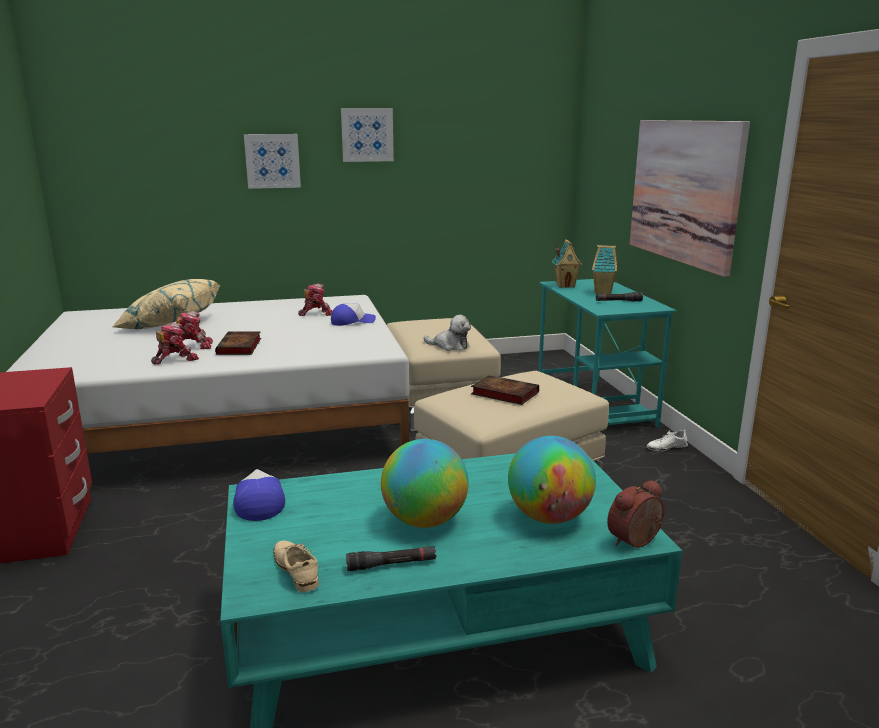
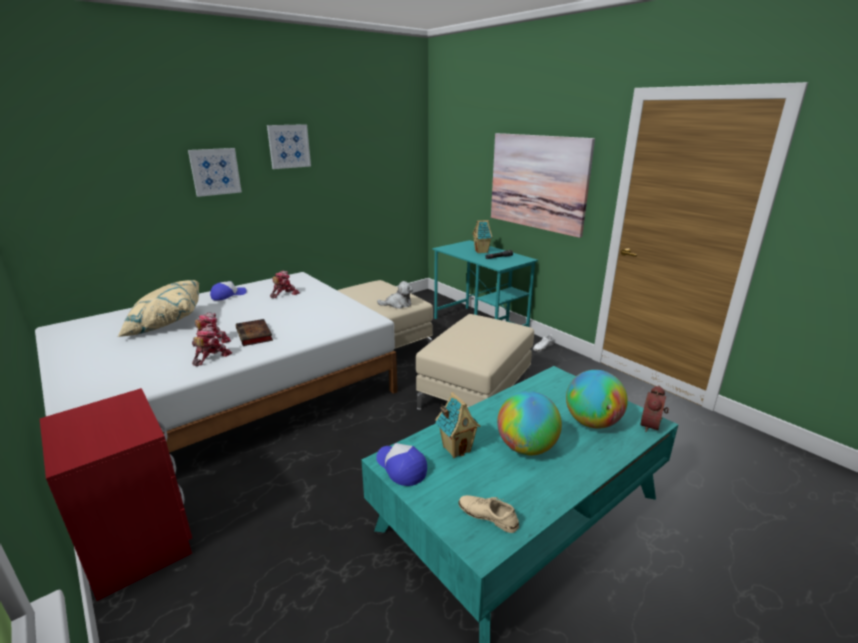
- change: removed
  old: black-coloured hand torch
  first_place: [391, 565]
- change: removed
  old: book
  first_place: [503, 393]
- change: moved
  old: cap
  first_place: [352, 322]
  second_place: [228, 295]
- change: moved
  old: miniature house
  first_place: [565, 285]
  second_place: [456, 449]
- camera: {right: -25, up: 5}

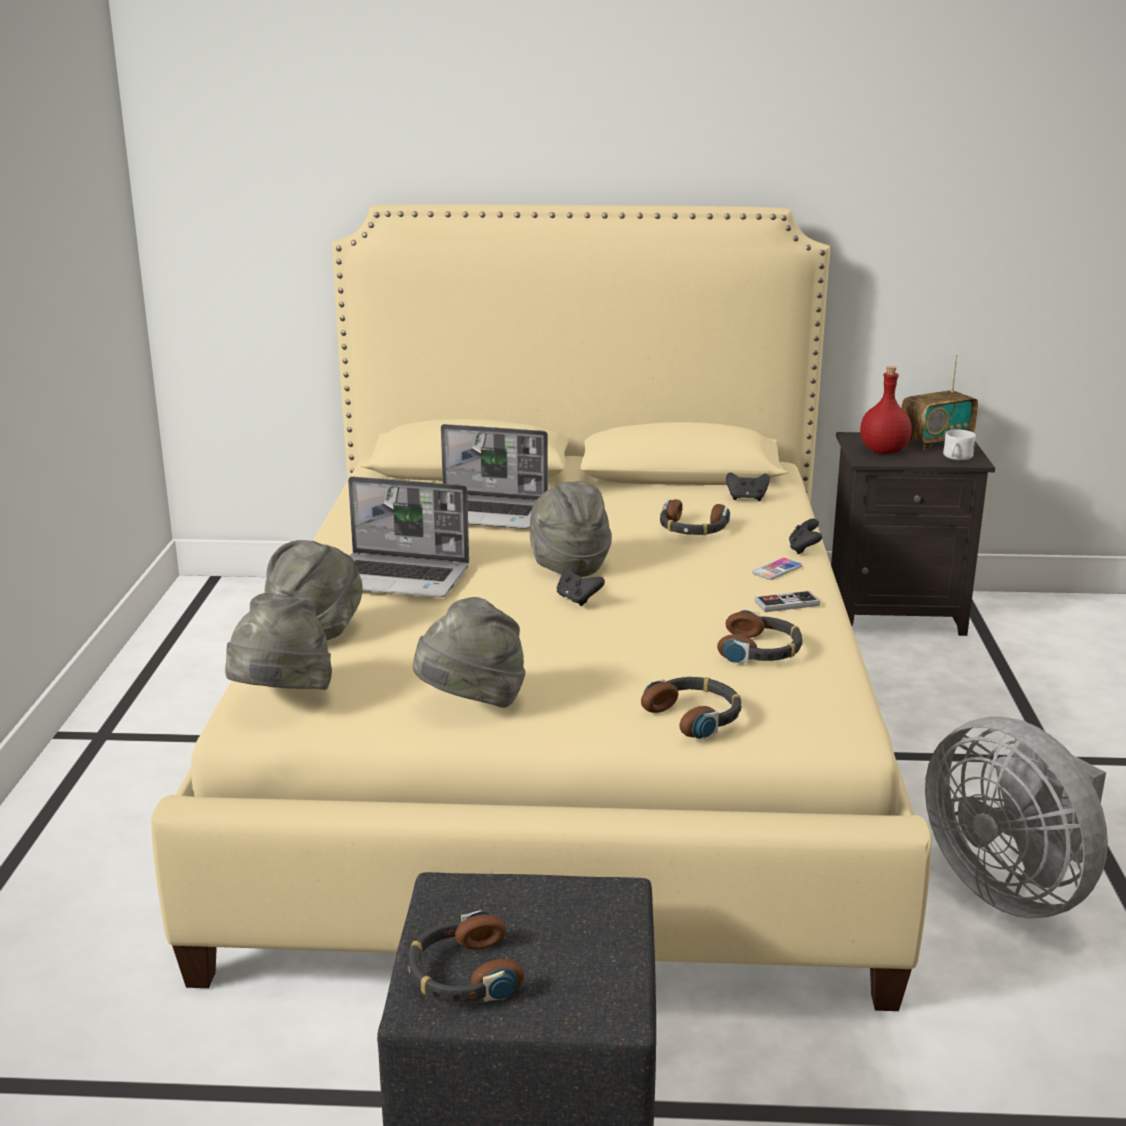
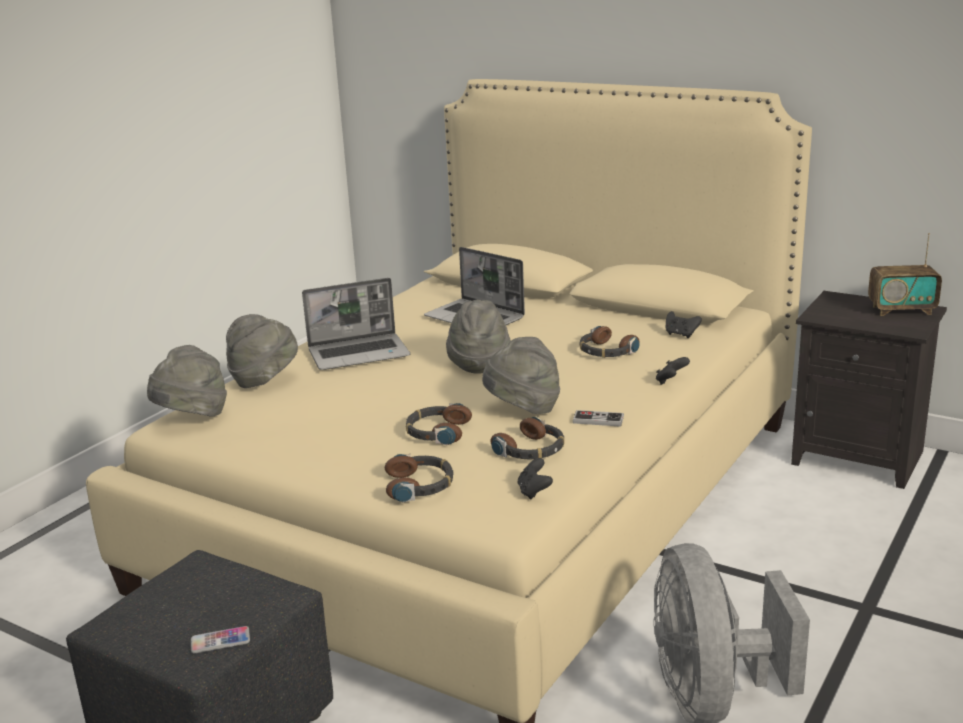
- change: removed
  old: reddish drink bottle
  first_place: [882, 451]
- change: removed
  old: white-coloured coffee mug
  first_place: [956, 458]
- change: moved
  old: headset
  first_place: [463, 974]
  second_place: [437, 432]
- change: moved
  old: greyish clothing hat
  first_place: [471, 704]
  second_place: [523, 409]
- change: moved
  old: black-coloured joypad
  first_place: [577, 599]
  second_place: [534, 492]
- change: moved
  old: telephone
  first_place: [777, 570]
  second_place: [220, 641]
- change: turned
  old: laptop
  first_place: [400, 578]
  second_place: [360, 353]
  degrees: -60
- camera: {right: 30, up: 0}

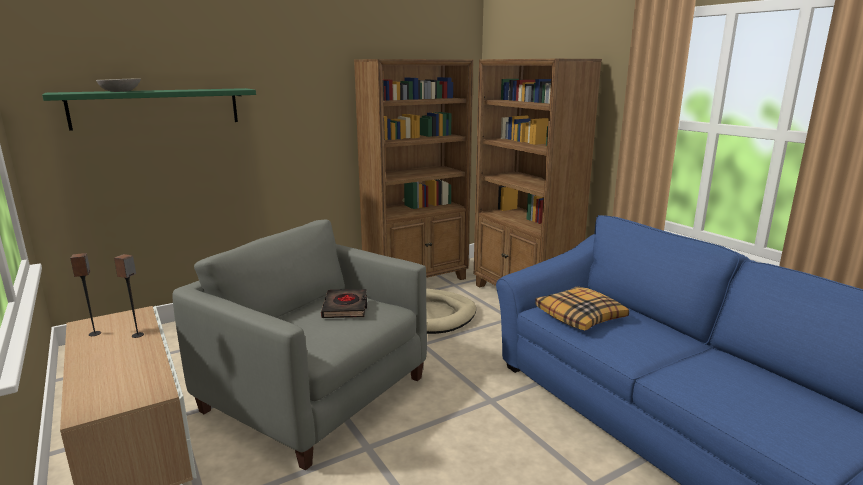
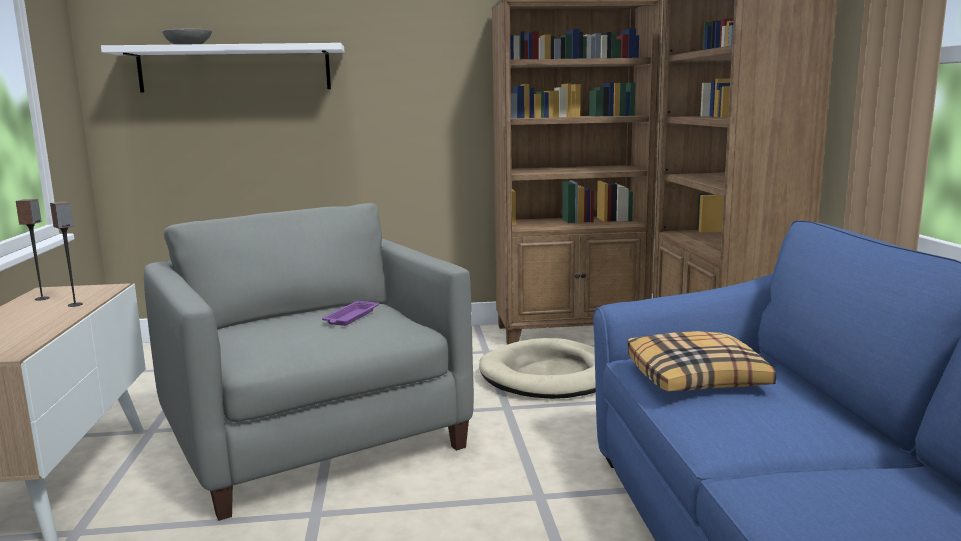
- change: replaced
  old: black-coloured book
  new: purple-coloured serving tray
  first_place: [345, 307]
  second_place: [350, 317]
- change: recoloured
  old: green bracket shelf
  new: white-coloured bracket shelf
  first_place: [156, 108]
  second_place: [235, 69]
- camera: {right: 25, up: -5}

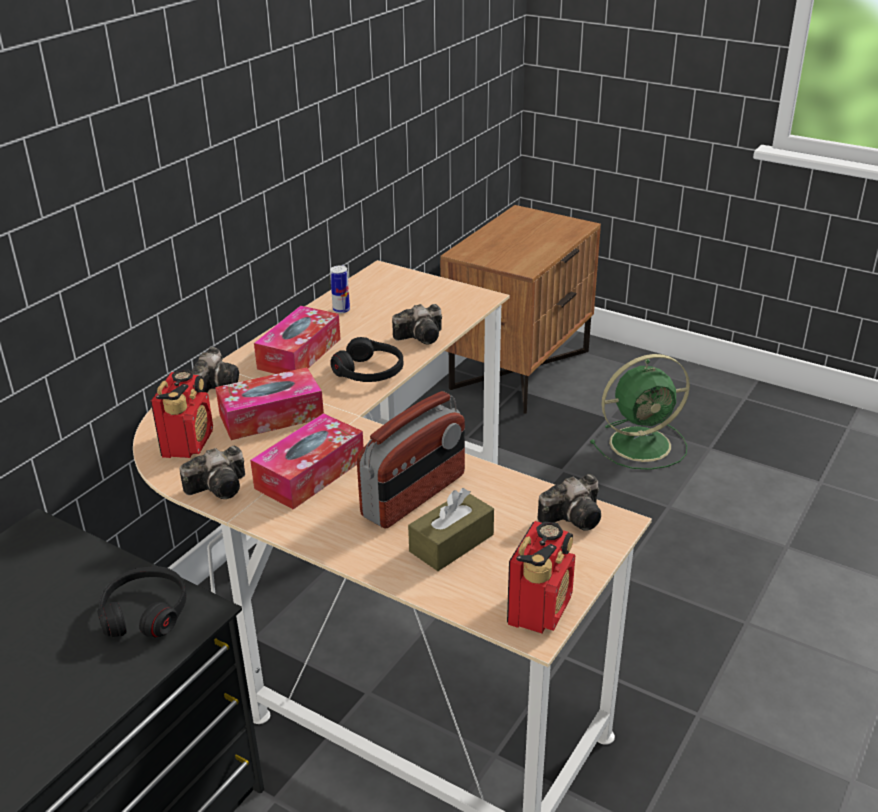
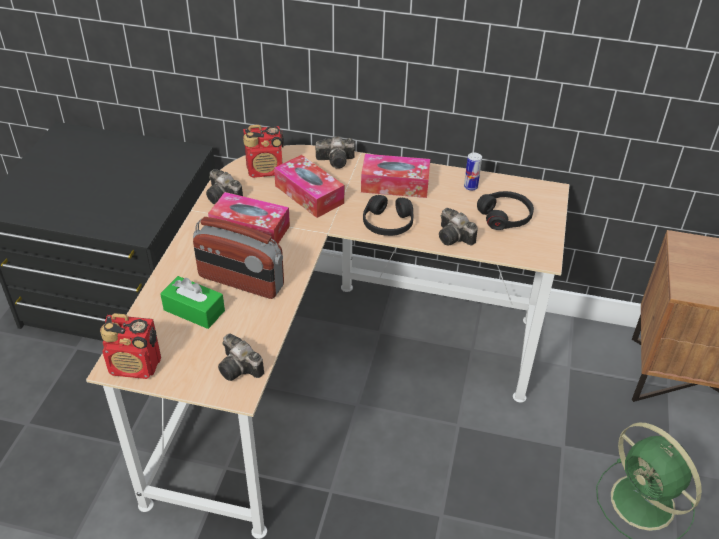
- change: moved
  old: black-coloured headset
  first_place: [145, 612]
  second_place: [505, 216]
- change: recoloured
  old: brown-coloured box of tissues
  new: green box of tissues
  first_place: [451, 543]
  second_place: [194, 310]
- camera: {right: 70, up: 10}

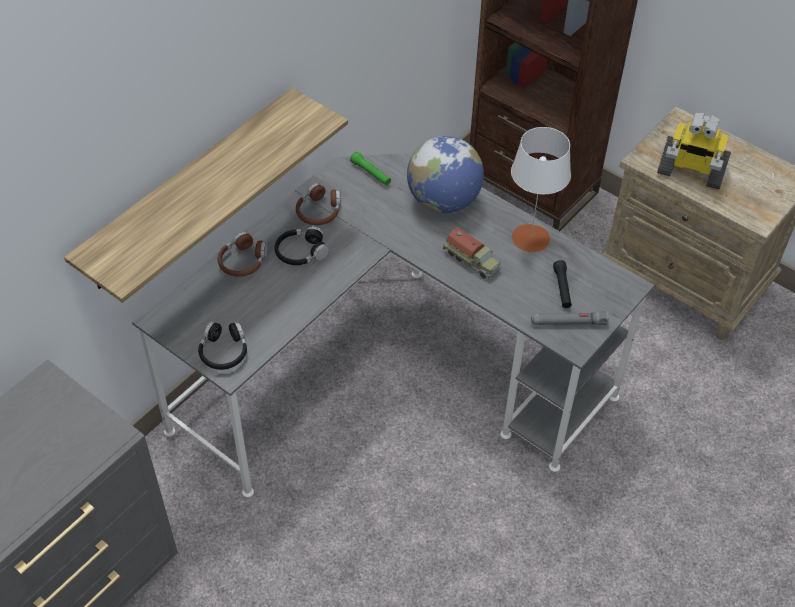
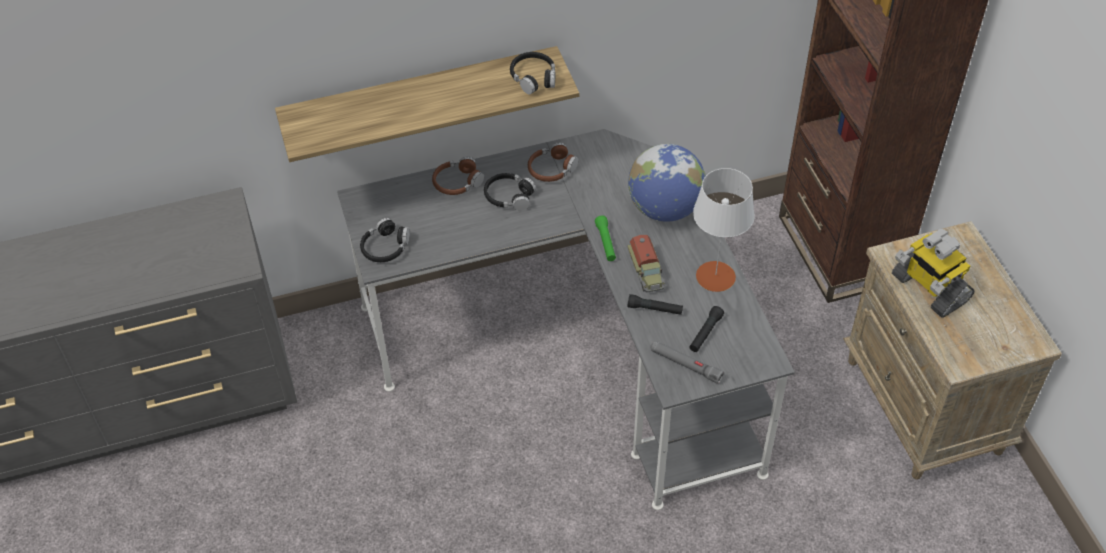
- change: added
  new: black-coloured headset
  second_place: [534, 77]
- change: added
  new: black-coloured hand torch
  second_place: [655, 309]
- change: moved
  old: green hand torch
  first_place: [371, 173]
  second_place: [605, 242]
- camera: {right: 35, up: 0}

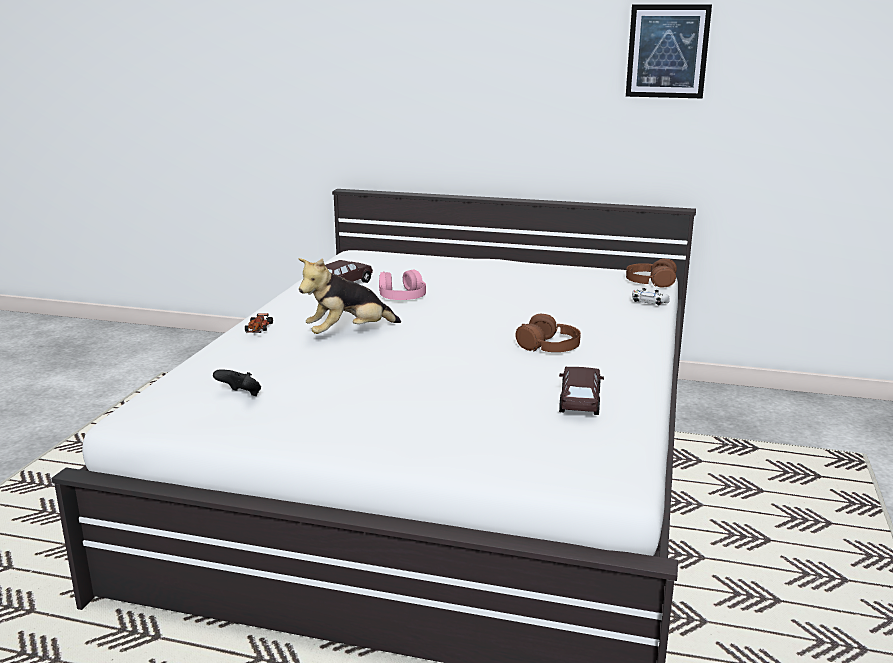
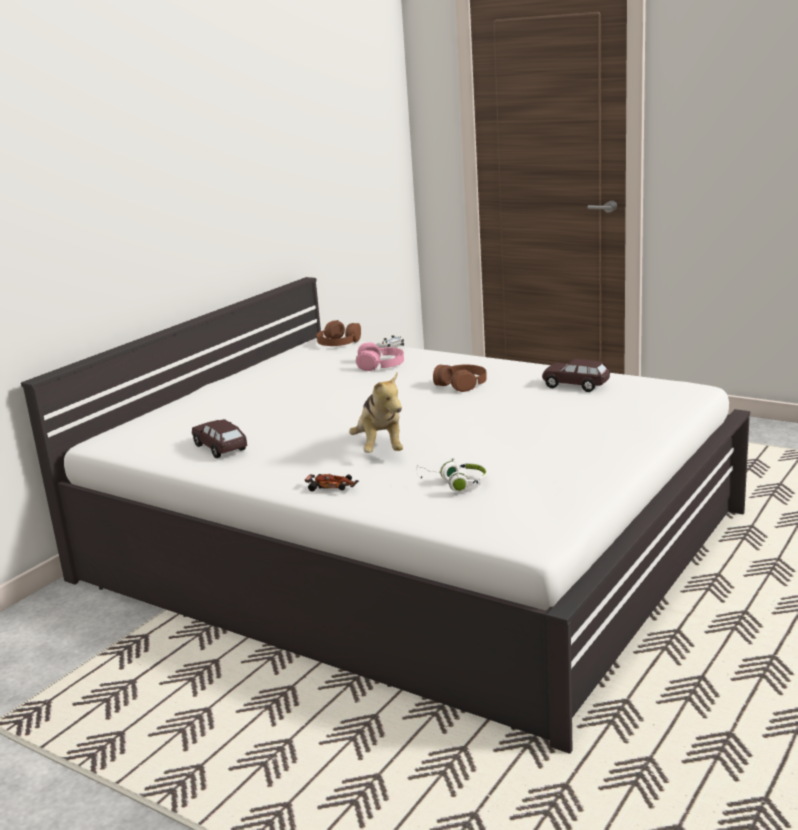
- change: removed
  old: black-coloured joypad
  first_place: [241, 395]
- change: removed
  old: wall picture
  first_place: [667, 51]
- change: added
  new: white-coloured headset
  second_place: [455, 484]
- change: moved
  old: pink headset
  first_place: [402, 295]
  second_place: [380, 364]
- camera: {right: -70, up: 0}

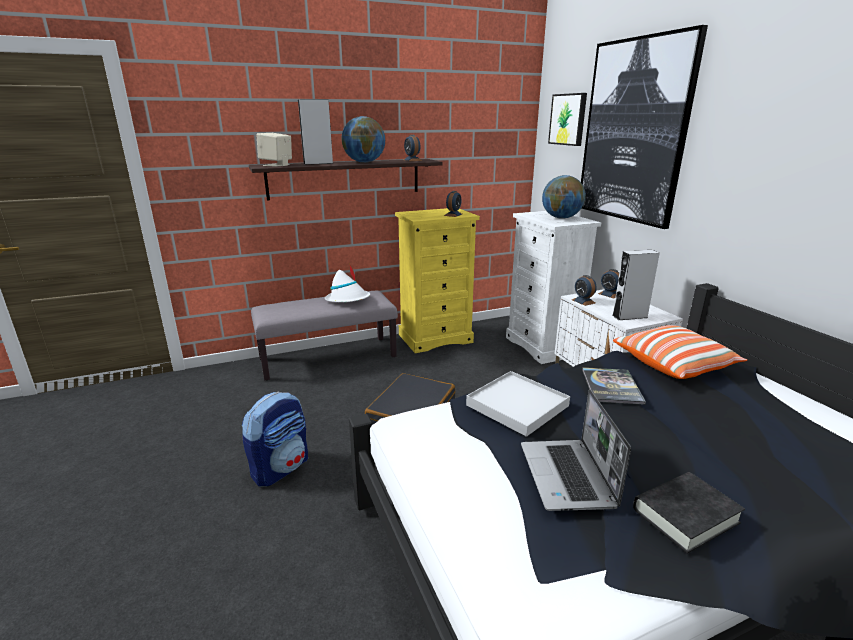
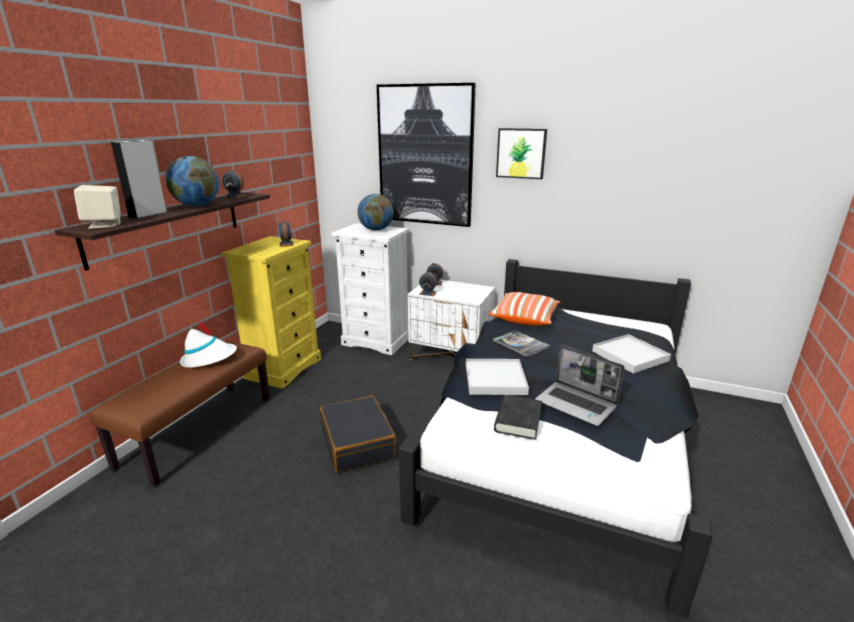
- change: removed
  old: rucksack
  first_place: [281, 468]
- change: removed
  old: greyish speaker
  first_place: [629, 316]
- change: added
  new: white-coloured serving tray
  second_place: [630, 356]
- change: moved
  old: wall picture
  first_place: [568, 119]
  second_place: [521, 153]
- change: moved
  old: black-coloured book
  first_place: [685, 516]
  second_place: [518, 421]
- change: recoloured
  old: greyish long seat
  new: brown-coloured long seat
  first_place: [328, 357]
  second_place: [198, 430]
- camera: {right: -45, up: 0}

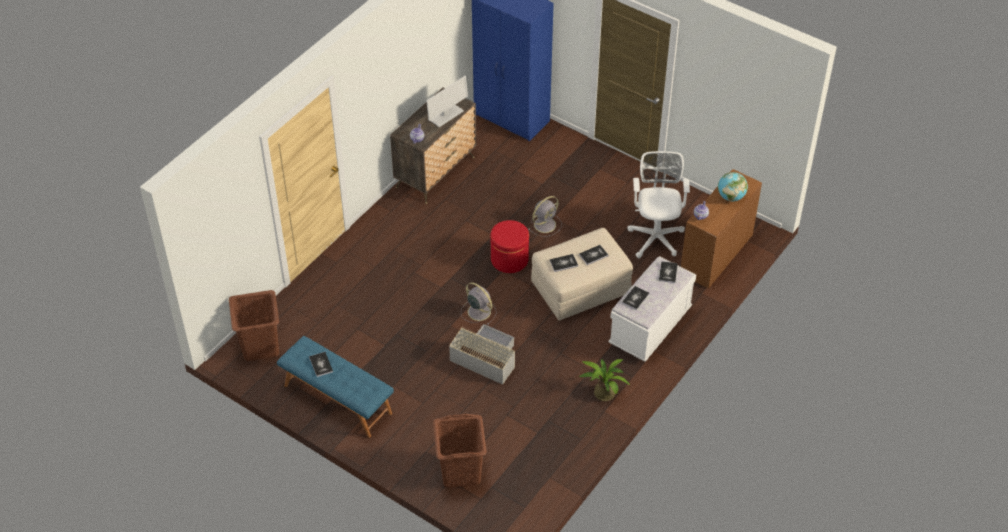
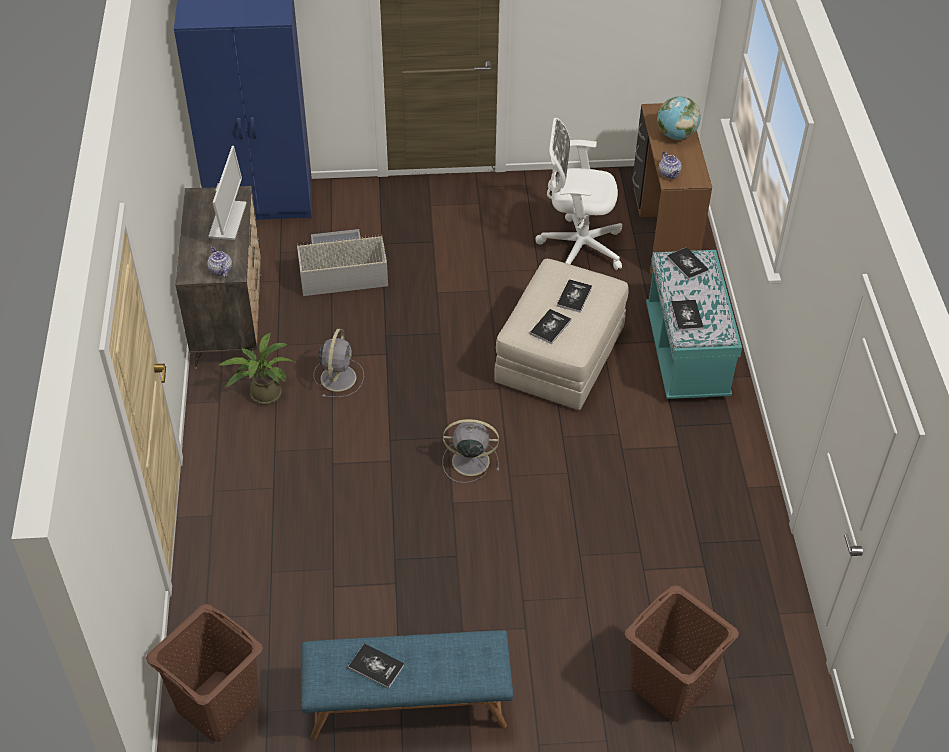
- change: removed
  old: reddish ottoman
  first_place: [509, 259]
- change: moved
  old: greyish storage bin
  first_place: [485, 358]
  second_place: [340, 271]
- change: moved
  old: greyish electric fan
  first_place: [545, 224]
  second_place: [338, 376]
- change: moved
  old: potted plant
  first_place: [602, 392]
  second_place: [262, 393]
- change: recoloured
  old: white-coloured long seat
  new: turquoise-coloured long seat
  first_place: [650, 327]
  second_place: [686, 353]
- change: turned
  old: white-coloured desk chair
  first_place: [656, 236]
  second_place: [577, 246]
  degrees: -45
- camera: {right: -40, up: 0}

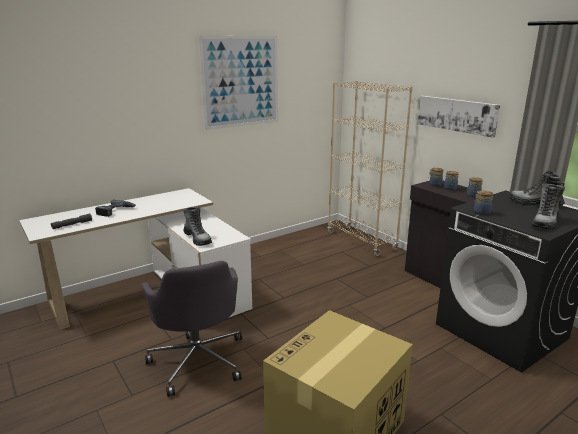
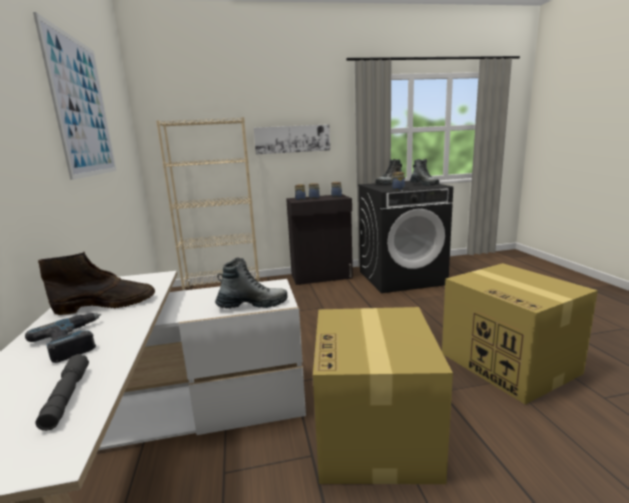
- change: added
  new: brown-coloured boot
  second_place: [107, 305]
- change: replaced
  old: greyish desk chair
  new: packing box
  first_place: [198, 360]
  second_place: [375, 433]
- camera: {right: -65, up: -5}

